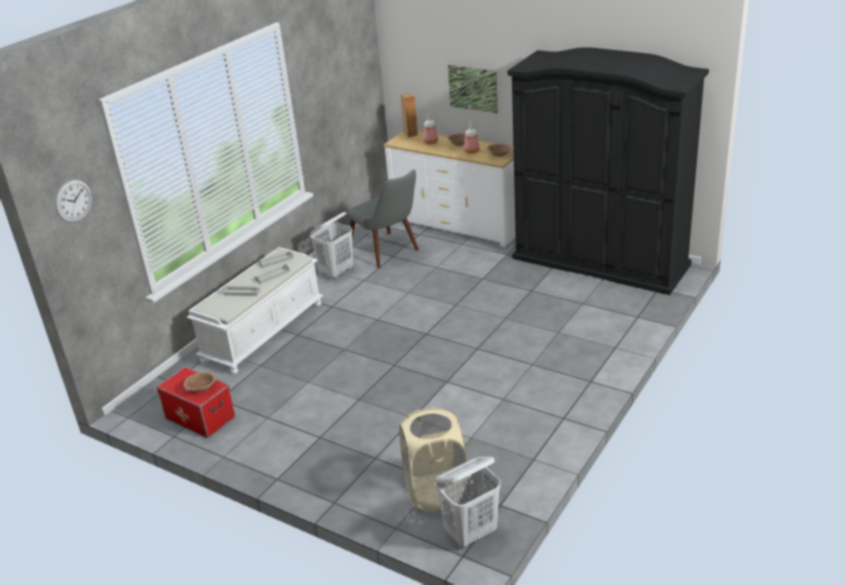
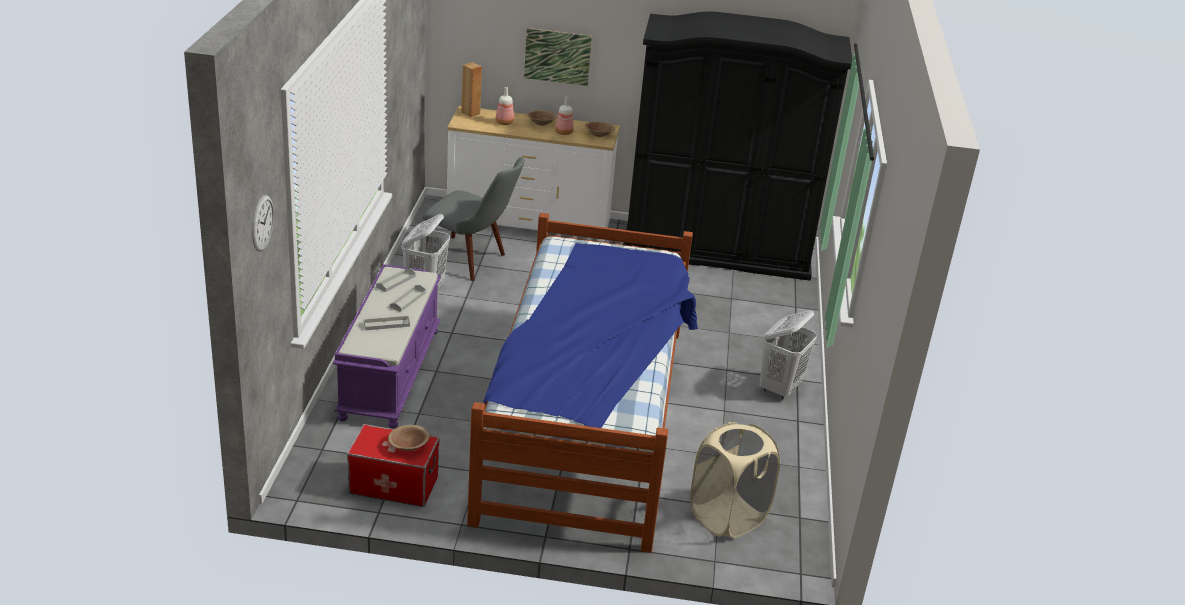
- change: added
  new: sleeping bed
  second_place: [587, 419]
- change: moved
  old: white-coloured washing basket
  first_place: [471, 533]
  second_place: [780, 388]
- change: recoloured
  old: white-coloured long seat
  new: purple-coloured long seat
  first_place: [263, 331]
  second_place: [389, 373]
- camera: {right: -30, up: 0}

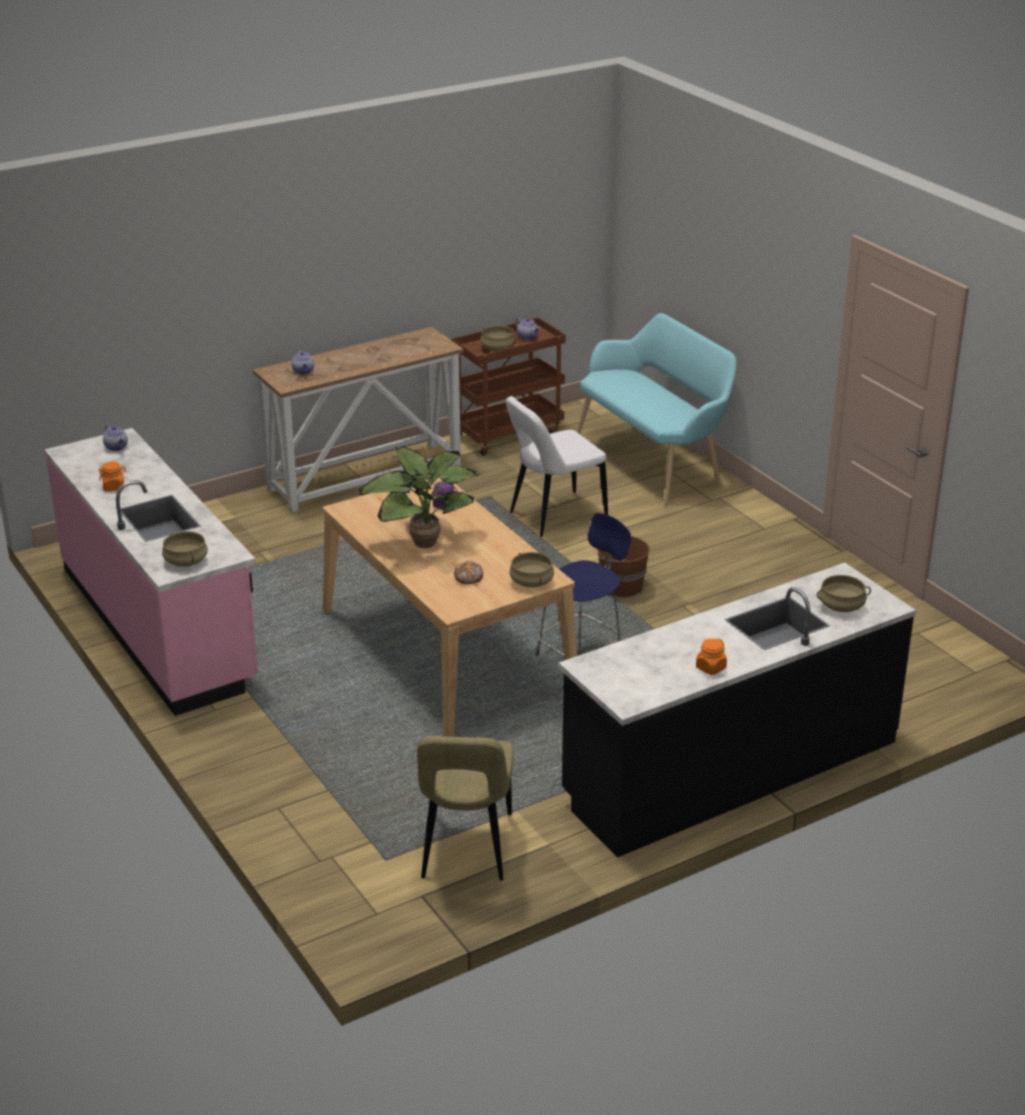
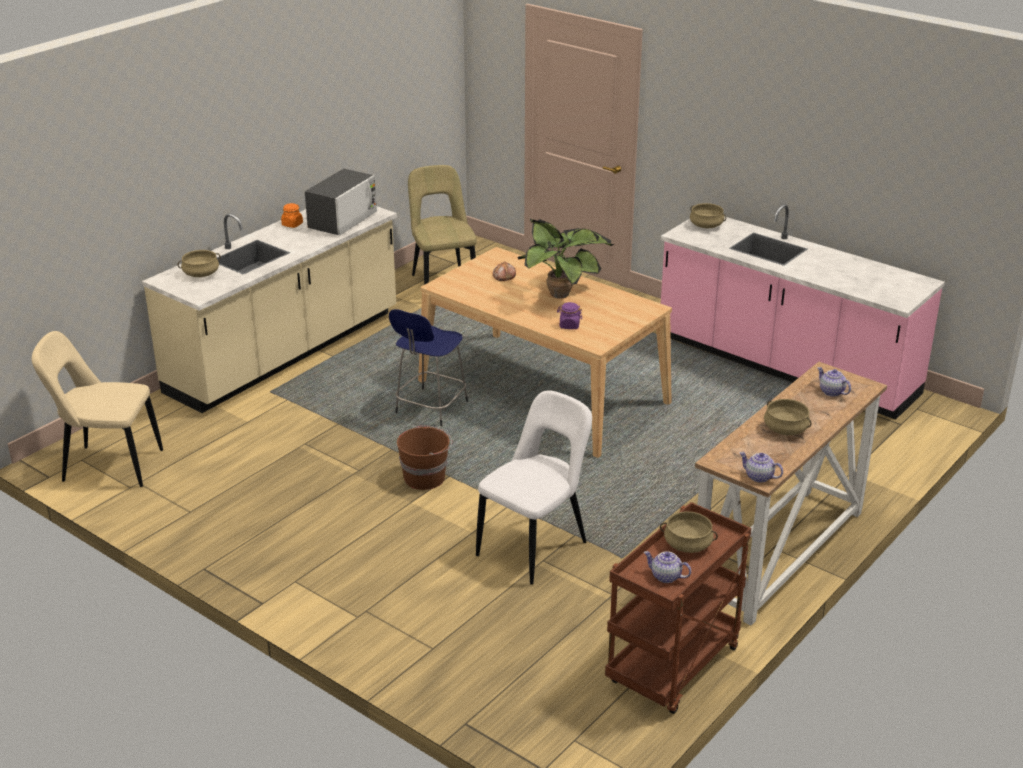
- change: removed
  old: orange preserve jar
  first_place: [114, 487]
- change: removed
  old: turquoise-coloured long seat
  first_place: [654, 462]
- change: added
  new: beige-coloured upright chair
  second_place: [108, 466]
- change: added
  new: microwave oven
  second_place: [343, 220]
- change: moved
  old: tea pot
  first_place: [116, 447]
  second_place: [758, 477]
- change: moved
  old: beige-coloured cooking pot
  first_place: [531, 582]
  second_place: [786, 429]
- change: recoloured
  old: black-coloured kitchen counter
  new: beige-coloured kitchen counter
  first_place: [730, 769]
  second_place: [285, 353]
- camera: {right: 160, up: 0}

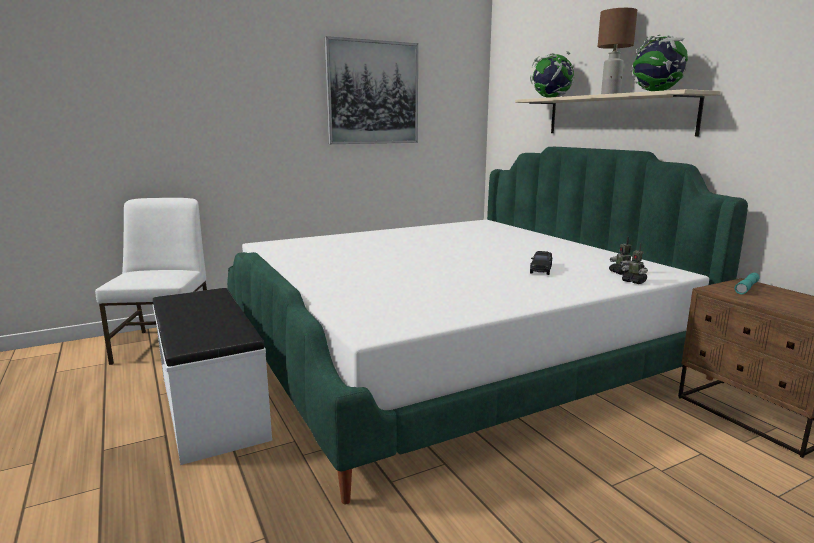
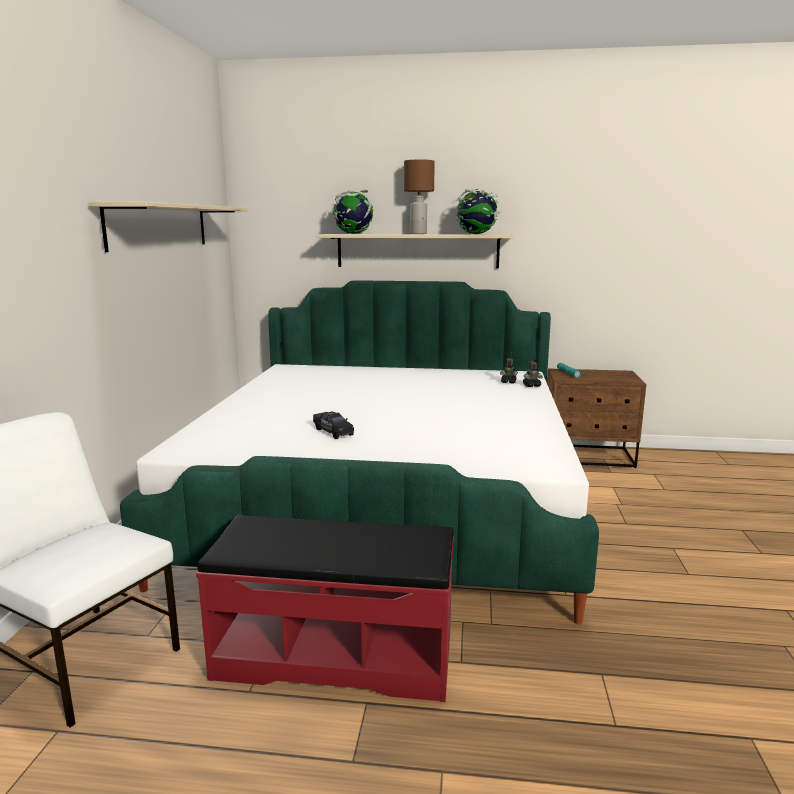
- change: moved
  old: black-coloured model car
  first_place: [541, 269]
  second_place: [333, 432]
- change: replaced
  old: wall picture
  new: beige-coloured bracket shelf
  first_place: [373, 93]
  second_place: [159, 226]
- change: recoloured
  old: white-coloured long seat
  new: reddish long seat
  first_place: [213, 406]
  second_place: [335, 654]
- camera: {right: -55, up: 0}

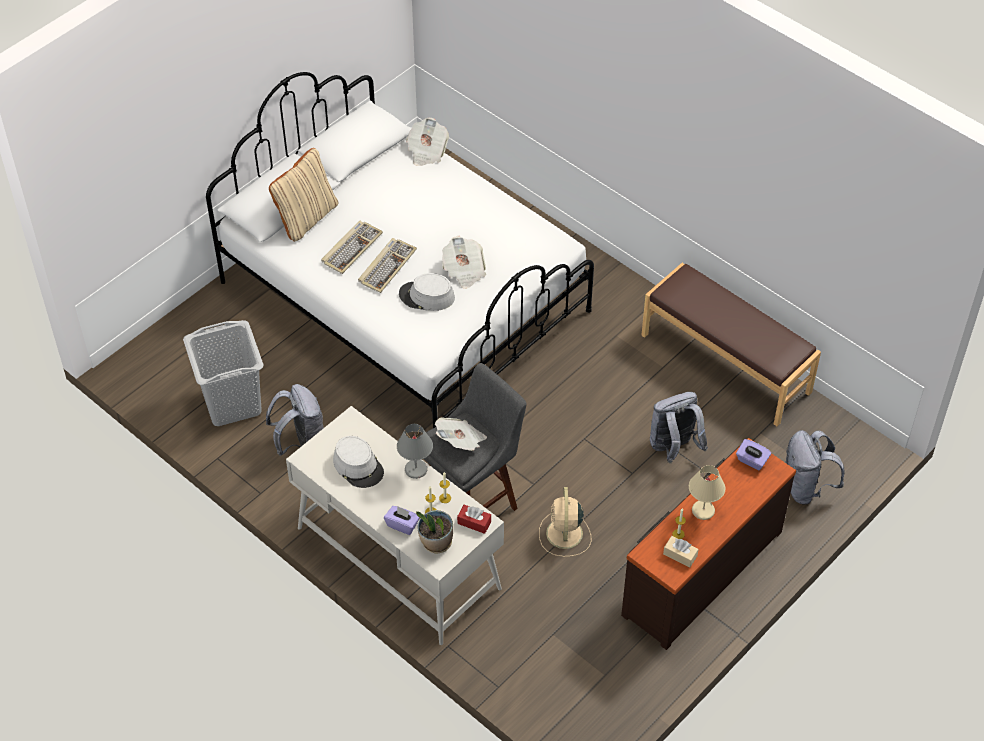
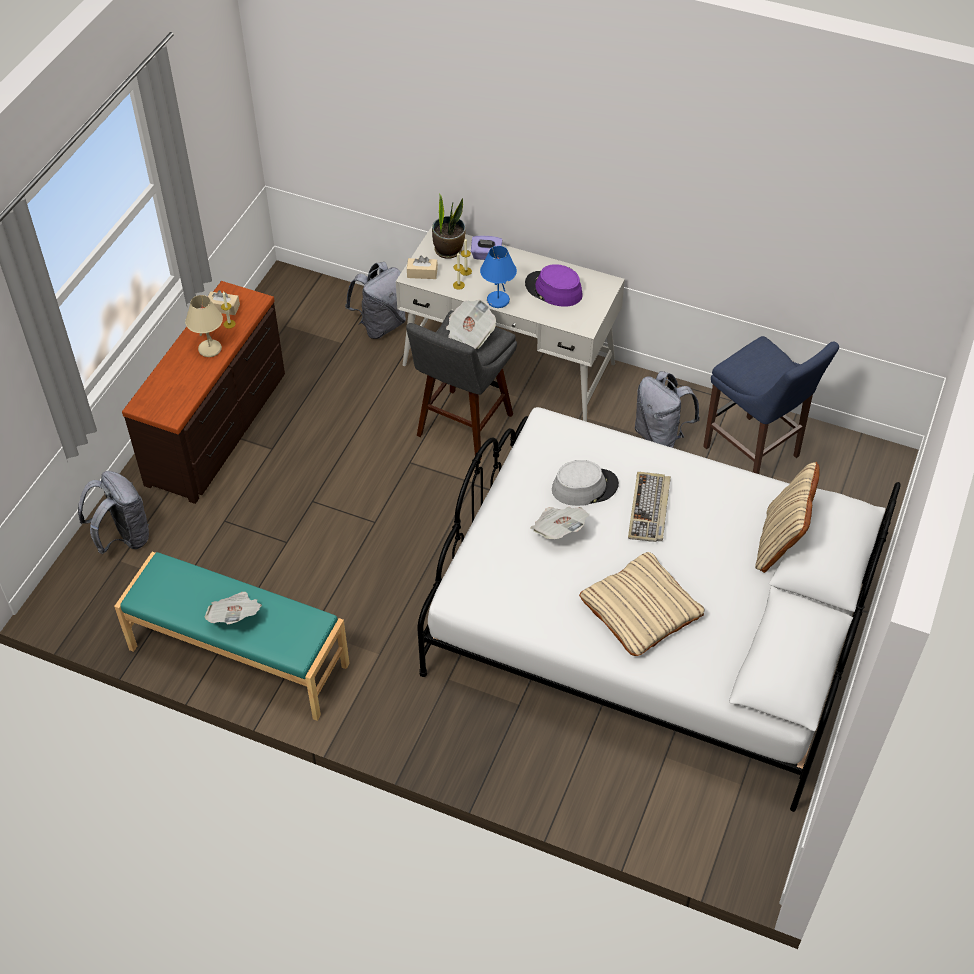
- change: removed
  old: keyboard
  first_place: [351, 248]
- change: removed
  old: beige-coloured electric fan
  first_place: [564, 535]
- change: removed
  old: purple-coloured box of tissues
  first_place: [752, 461]
- change: added
  new: beige-coloured cushion
  second_place: [641, 609]
- change: moved
  old: daily paper
  first_place: [427, 151]
  second_place: [235, 616]
- change: moved
  old: greyish rucksack
  first_place: [673, 448]
  second_place: [380, 325]
- change: replaced
  old: greyish washing basket
  new: blue sitting stool
  first_place: [232, 403]
  second_place: [754, 454]
- change: recoloured
  old: greyish clothing hat
  new: purple-coloured clothing hat
  first_place: [358, 466]
  second_place: [553, 290]
- change: recoloured
  old: greyish table lamp
  new: blue table lamp
  first_place: [416, 470]
  second_place: [497, 300]
- change: recoloured
  old: reddish box of tissues
  new: beige-coloured box of tissues
  first_place: [474, 522]
  second_place: [422, 273]
- change: recoloured
  old: brown-coloured long seat
  new: turquoise-coloured long seat
  first_place: [726, 363]
  second_place: [238, 657]
- camera: {right: 160, up: 0}

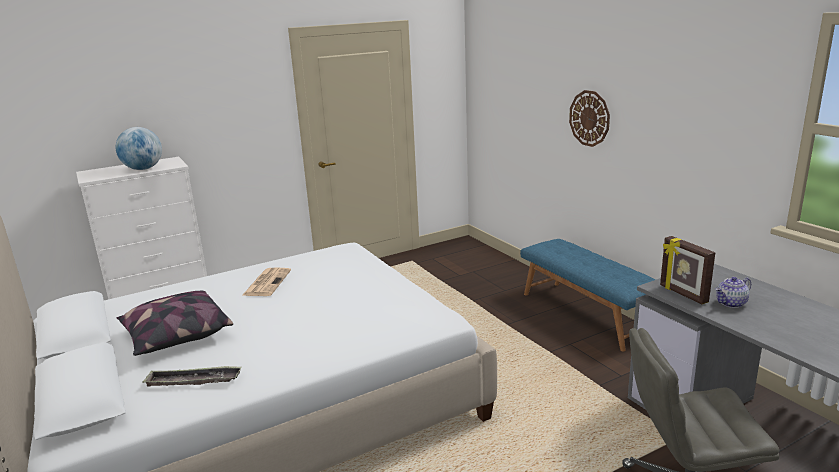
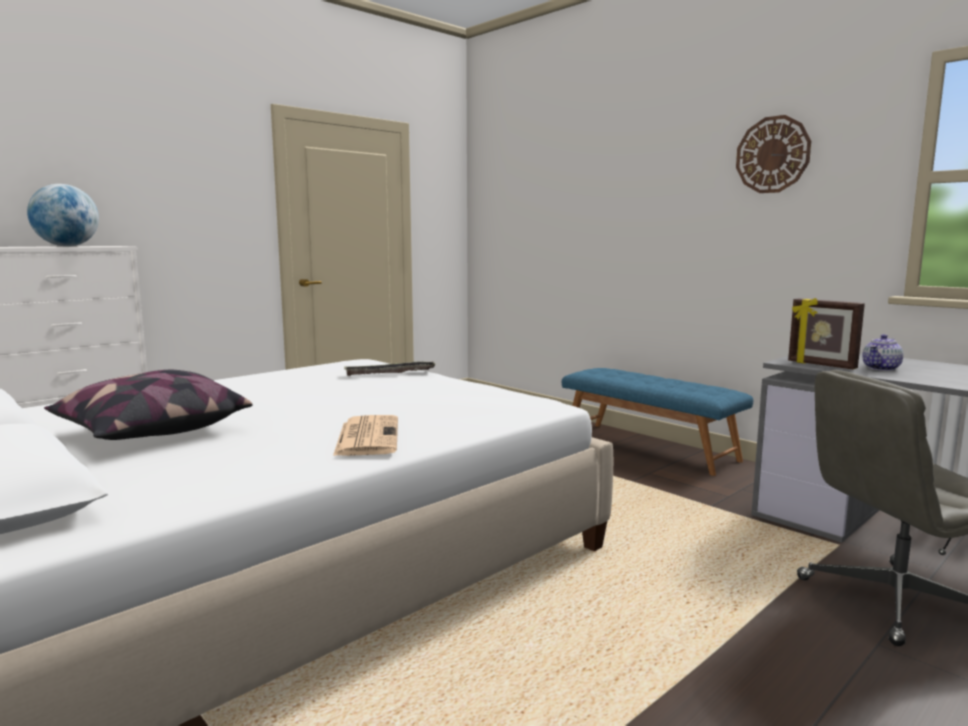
- change: moved
  old: serving tray
  first_place: [193, 381]
  second_place: [390, 373]
- change: moved
  old: daily paper
  first_place: [267, 282]
  second_place: [367, 436]
- change: moved
  old: wall clock
  first_place: [589, 118]
  second_place: [772, 155]
- camera: {right: -15, up: -10}

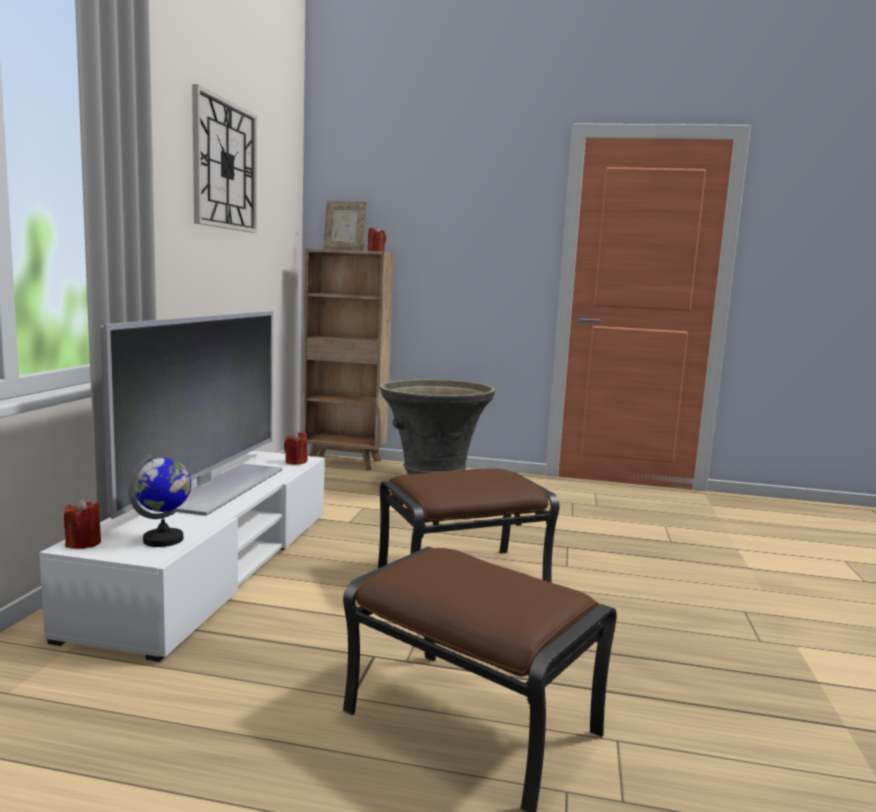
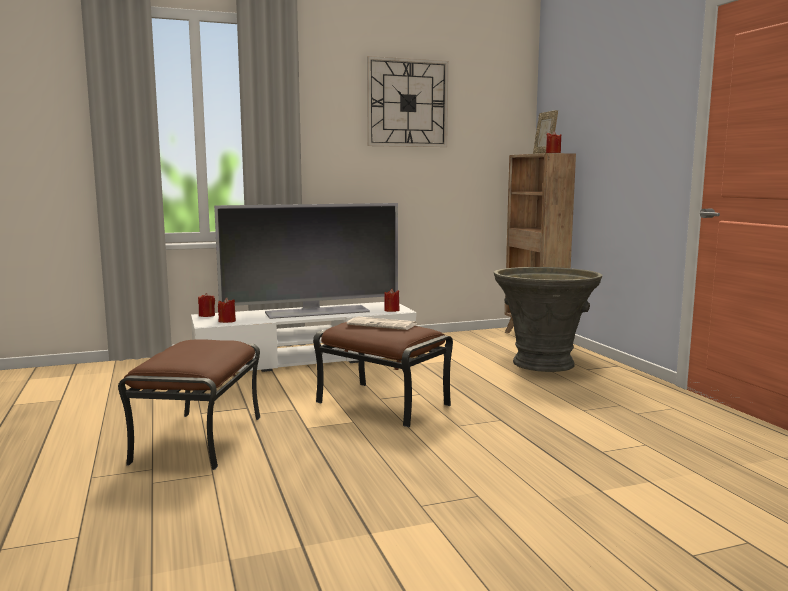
- change: added
  new: daily paper
  second_place: [383, 324]
- change: replaced
  old: desk globe
  new: reddish wax light
  first_place: [164, 540]
  second_place: [227, 321]
- camera: {right: 60, up: 0}

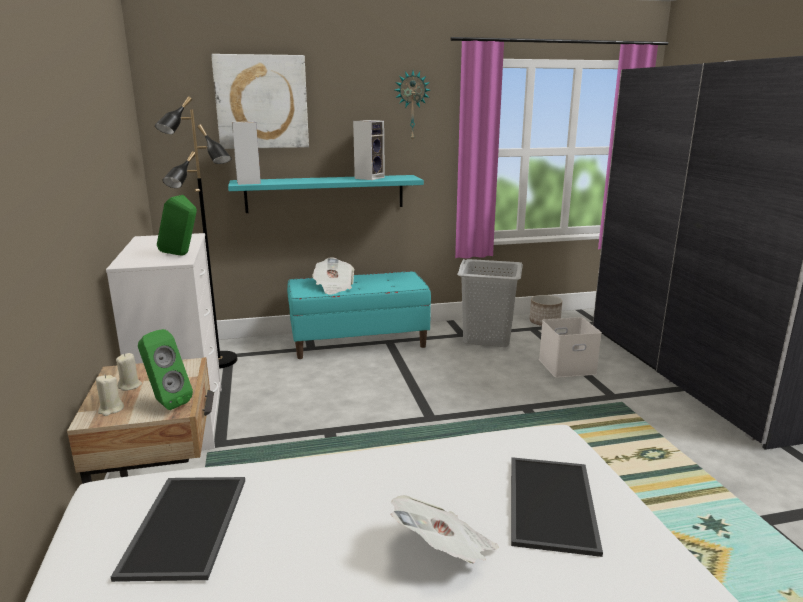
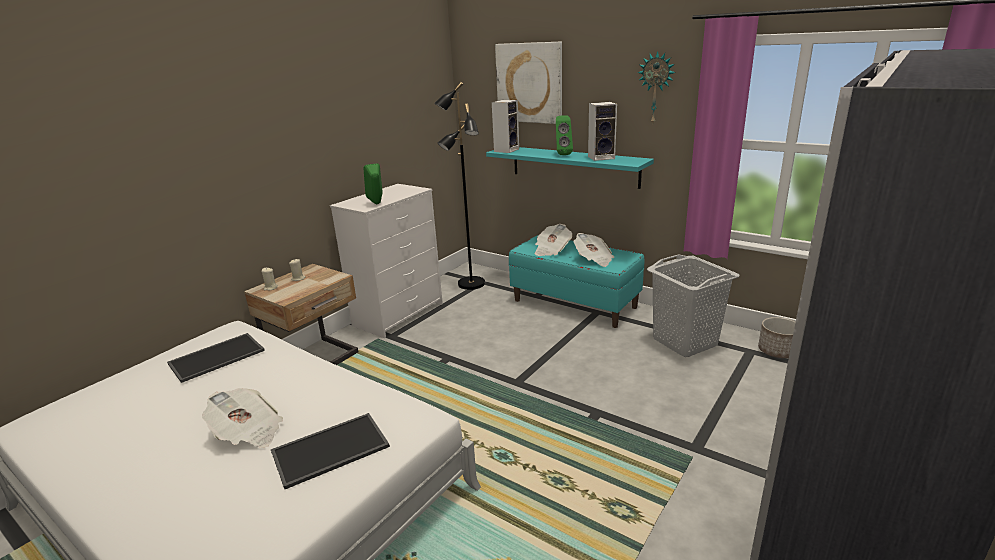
- change: removed
  old: white-coloured storage bin
  first_place: [567, 366]
- change: added
  new: daily paper
  second_place: [593, 260]
- change: moved
  old: green speaker
  first_place: [166, 403]
  second_place: [562, 154]
- camera: {right: 50, up: 5}

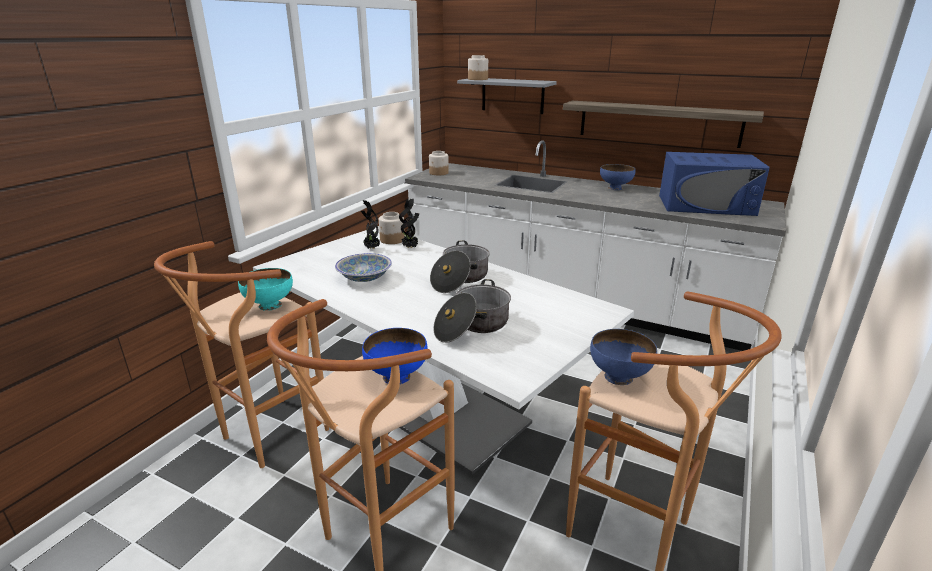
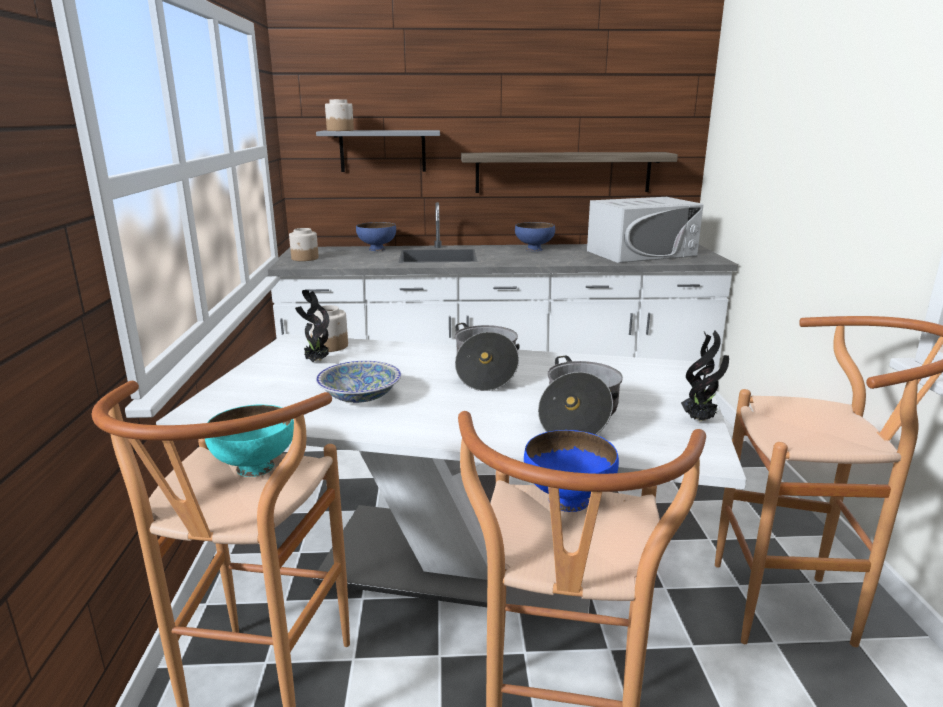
- change: moved
  old: potted plant
  first_place: [410, 247]
  second_place: [700, 420]
- change: moved
  old: blue serving bowl
  first_place: [619, 377]
  second_place: [377, 249]
- change: recoloured
  old: blue microwave oven
  new: white-coloured microwave oven
  first_place: [706, 205]
  second_place: [641, 253]
- camera: {right: -30, up: -5}

